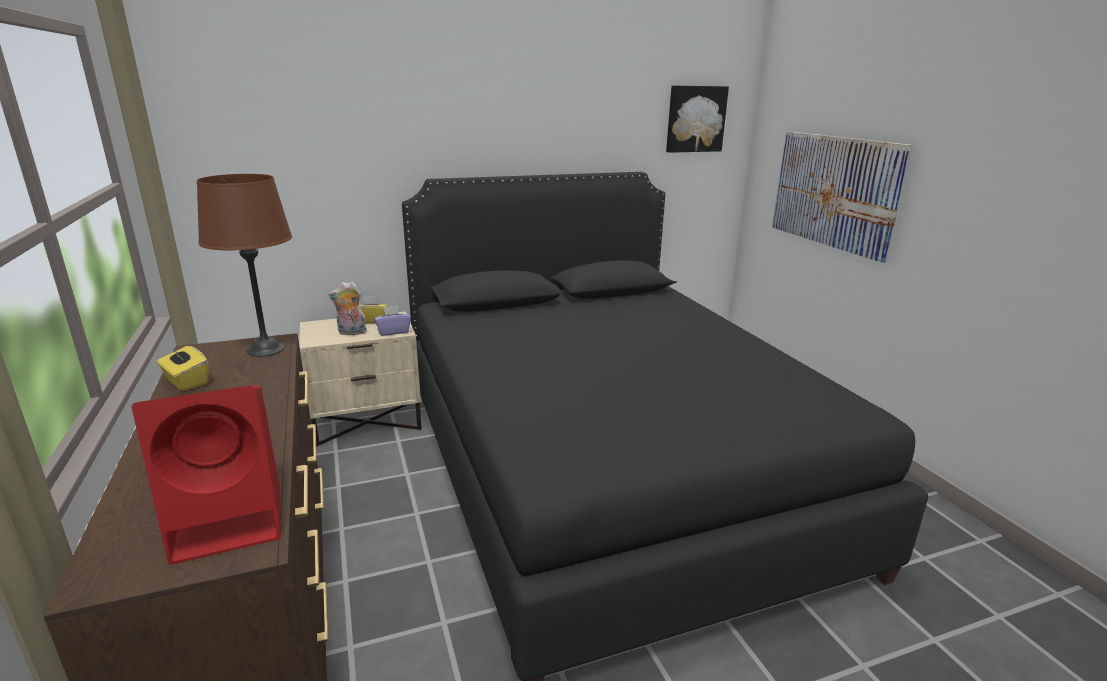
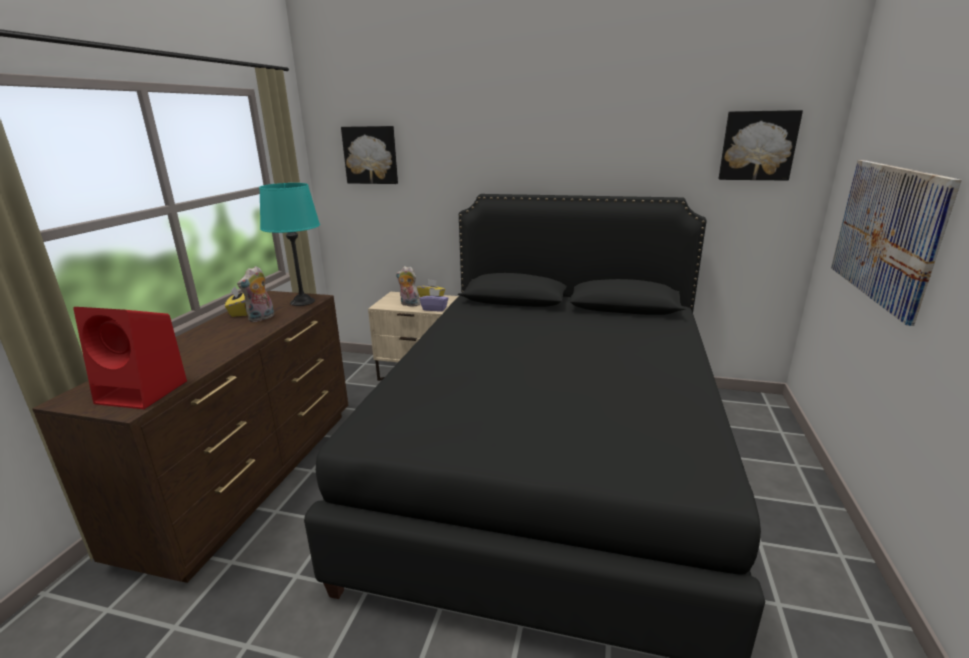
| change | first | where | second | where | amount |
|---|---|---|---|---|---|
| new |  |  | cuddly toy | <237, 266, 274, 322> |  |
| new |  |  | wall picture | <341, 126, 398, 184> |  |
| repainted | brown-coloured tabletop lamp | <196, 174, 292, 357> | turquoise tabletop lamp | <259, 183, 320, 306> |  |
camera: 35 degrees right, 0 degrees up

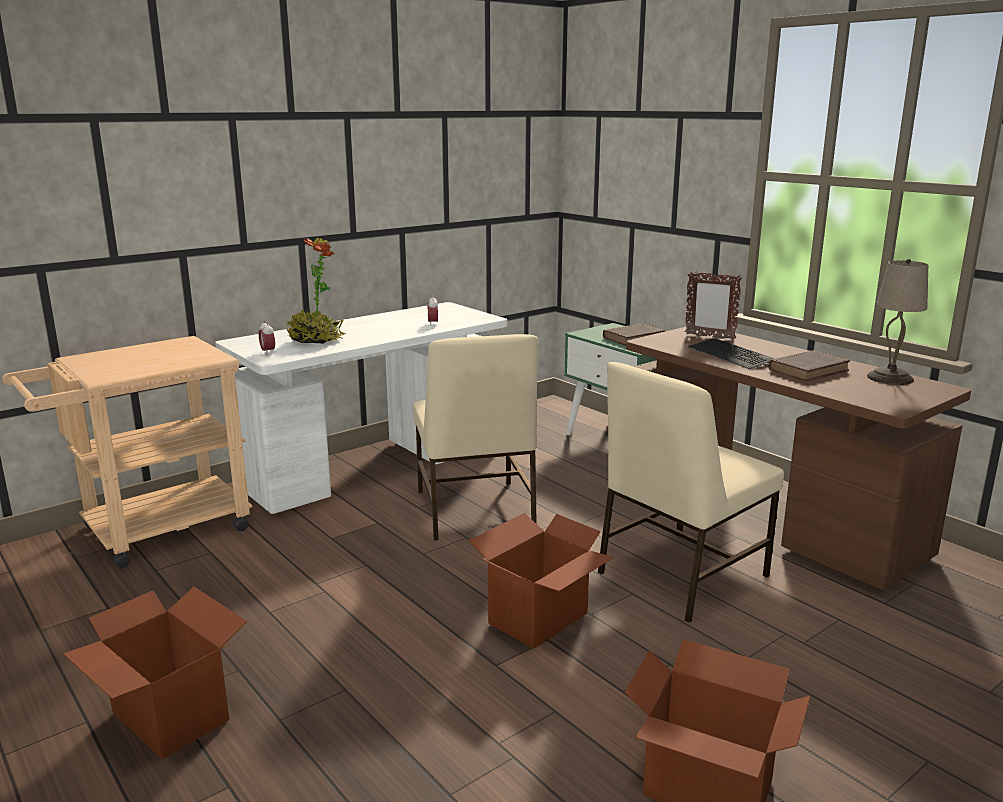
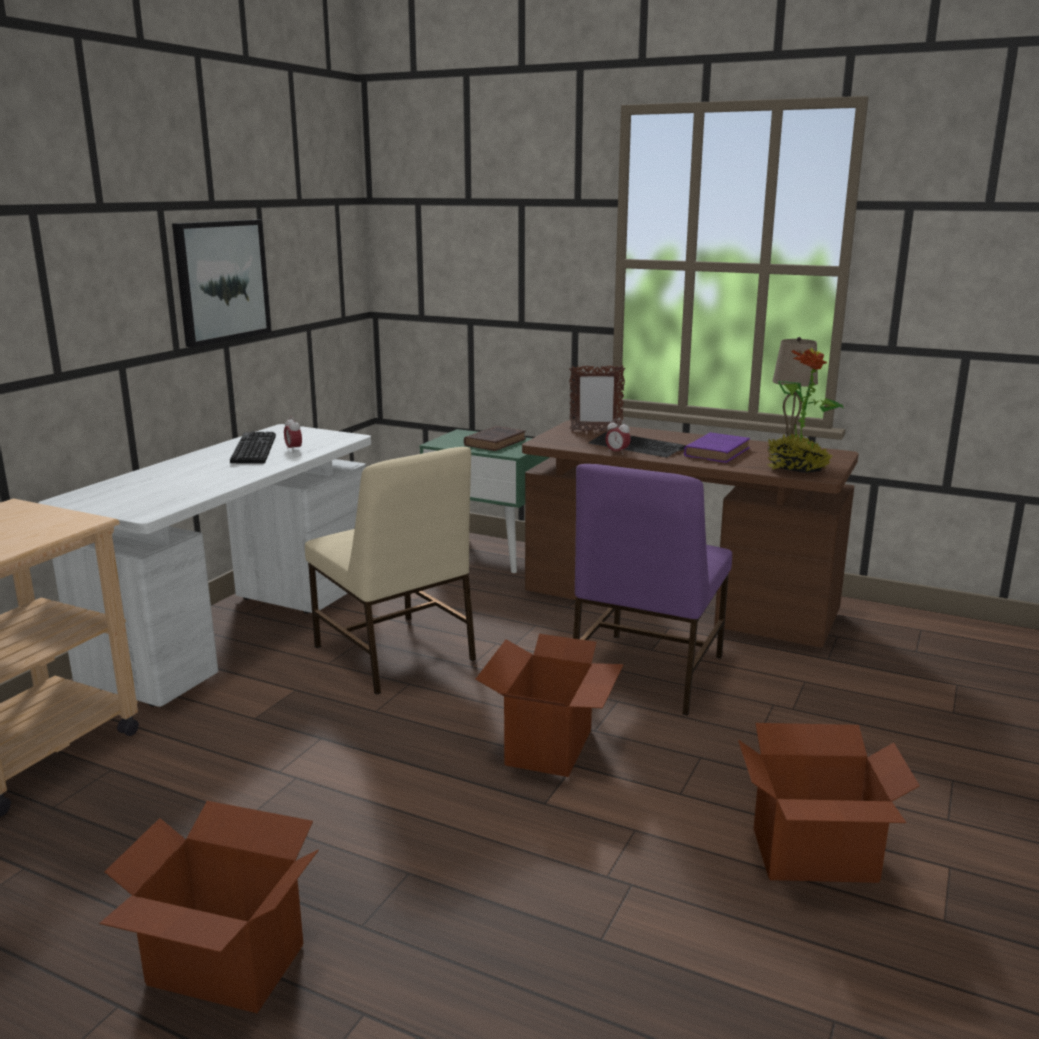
| change | first | where | second | where | amount |
|---|---|---|---|---|---|
| new |  |  | wall picture | <172, 220, 271, 347> |  |
| new |  |  | keyboard | <230, 432, 276, 464> |  |
| shifted | alarm clock | <259, 320, 275, 355> |  | <605, 419, 631, 455> |  |
| shifted | plant in a pot | <286, 237, 346, 344> |  | <766, 348, 844, 473> |  |
| repainted | beige plain chair | <598, 362, 784, 623> | purple-coloured plain chair | <573, 464, 732, 716> |  |
| repainted | brown-coloured bound book | <769, 350, 850, 382> | purple-coloured bound book | <684, 432, 750, 463> |  |
camera: 25 degrees left, 0 degrees up

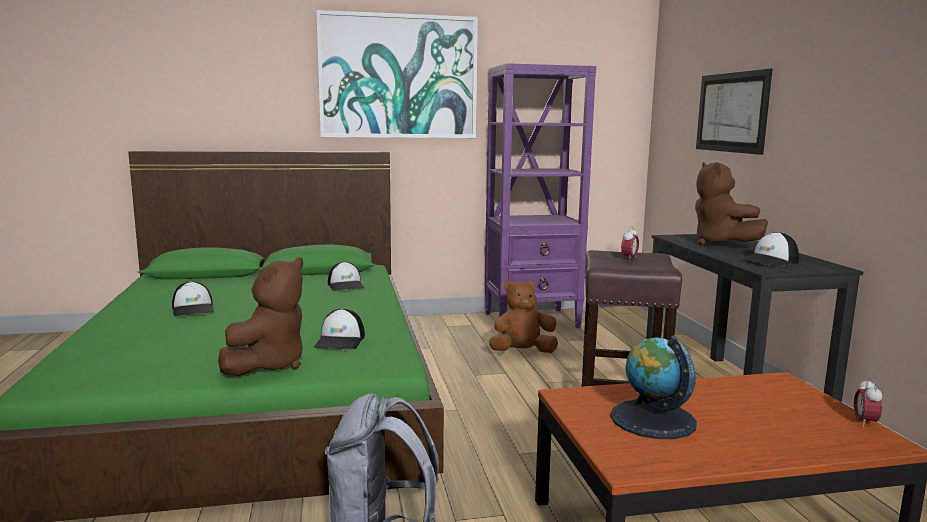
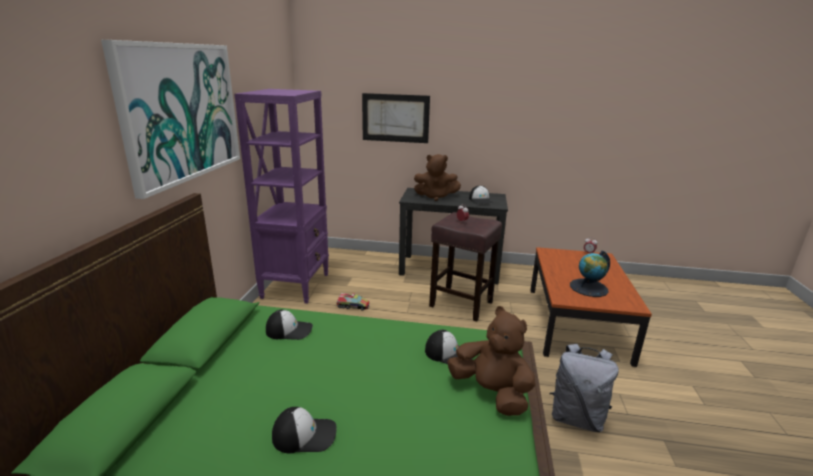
| change | first | where | second | where | amount |
|---|---|---|---|---|---|
| swapped | brown-coloured cuddly toy | <489, 280, 558, 353> | model truck | <337, 293, 370, 311> |  |
camera: 70 degrees left, 10 degrees up

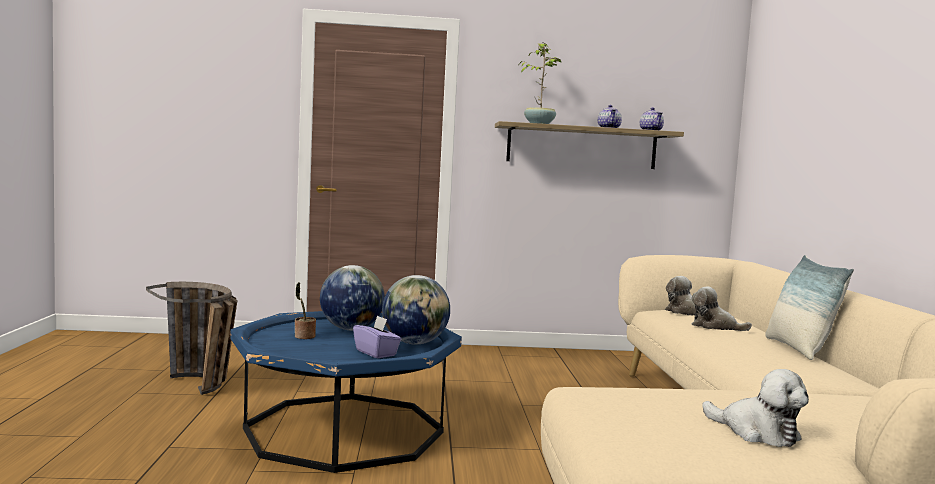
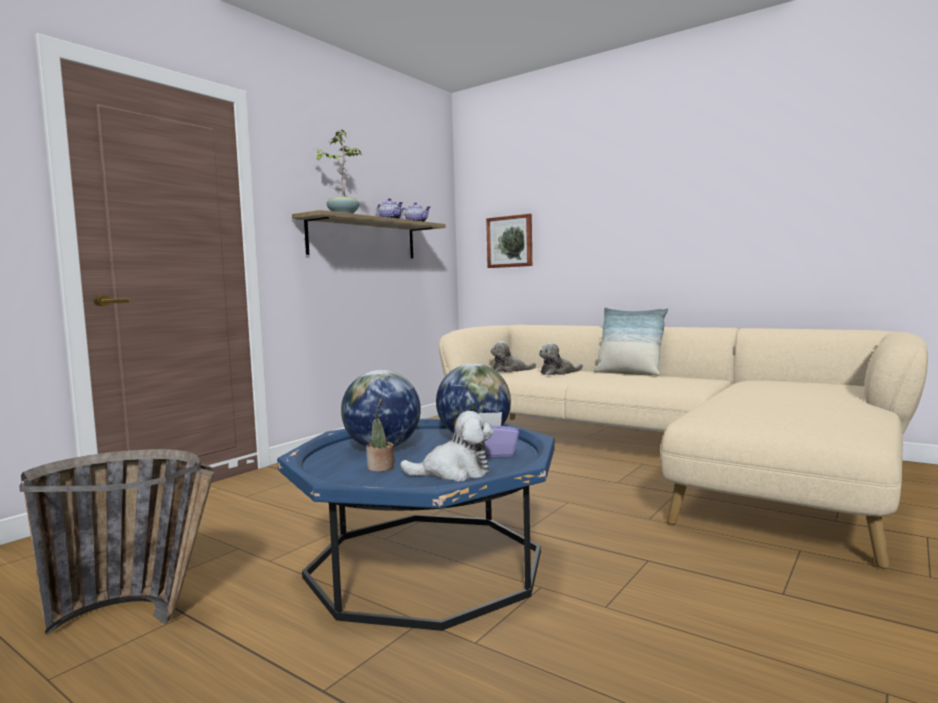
| change | first | where | second | where | amount |
|---|---|---|---|---|---|
| new |  |  | wall picture | <486, 214, 532, 268> |  |
| shifted | cuddly toy | <702, 369, 809, 447> |  | <400, 411, 494, 482> |  |
camera: 50 degrees left, 0 degrees up

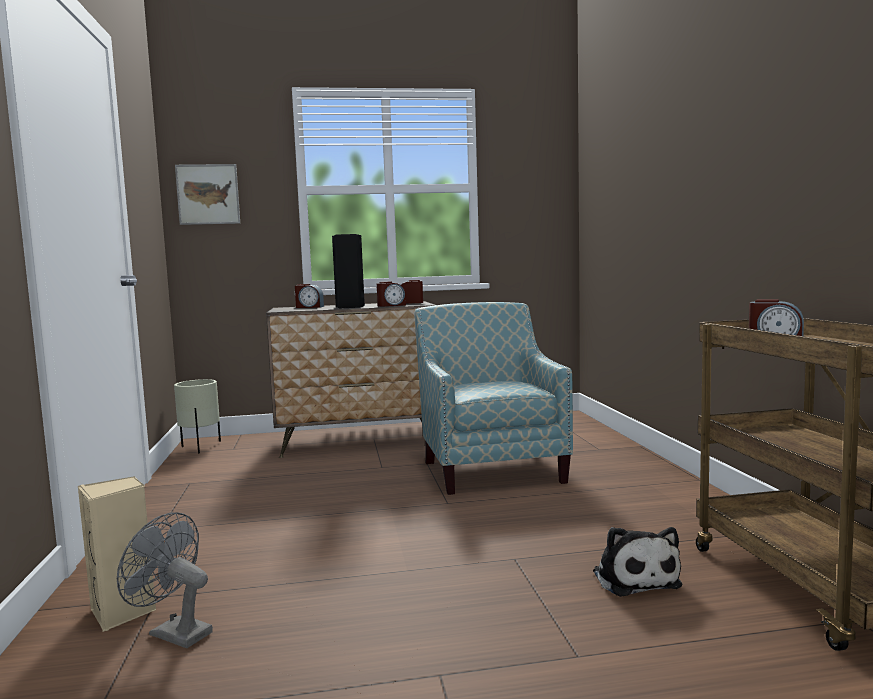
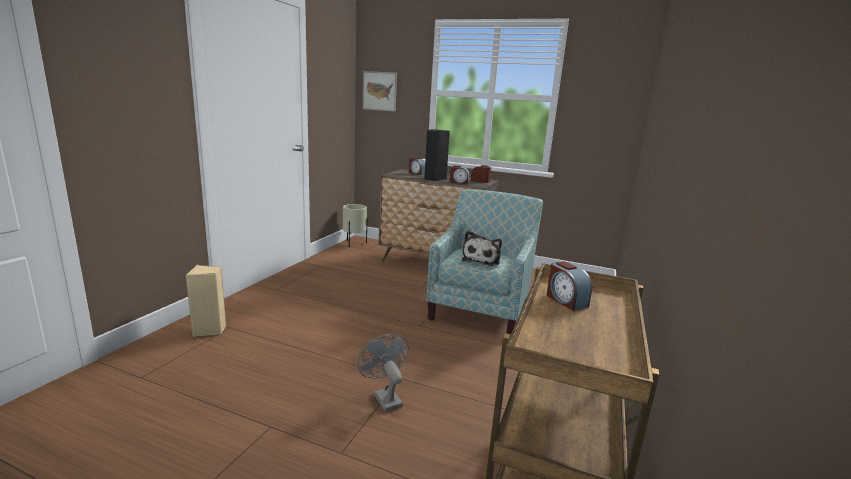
| change | first | where | second | where | amount |
|---|---|---|---|---|---|
| shifted | greyish fan | <117, 512, 213, 648> |  | <357, 334, 409, 412> |  |
| shifted | cuddly toy | <593, 527, 683, 597> |  | <462, 231, 502, 266> |  |
camera: 30 degrees right, 10 degrees up

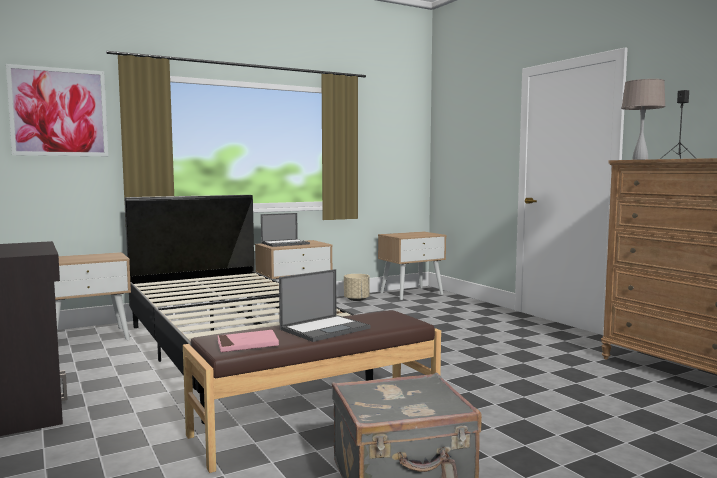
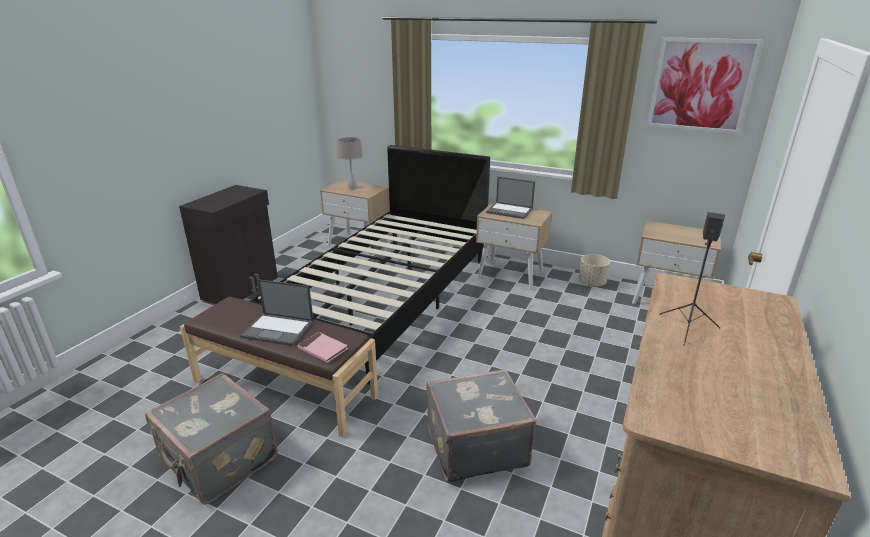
| change | first | where | second | where | amount |
|---|---|---|---|---|---|
| new |  |  | greyish suitcase | <426, 369, 537, 483> |  |
| shifted | wall picture | <6, 64, 108, 156> |  | <647, 37, 763, 134> |  |
| shifted | pink-coloured bound book | <217, 330, 279, 352> |  | <297, 332, 348, 363> |  |
| shifted | beige tabletop lamp | <621, 79, 666, 160> |  | <337, 137, 363, 189> |  |
camera: 55 degrees right, 20 degrees up

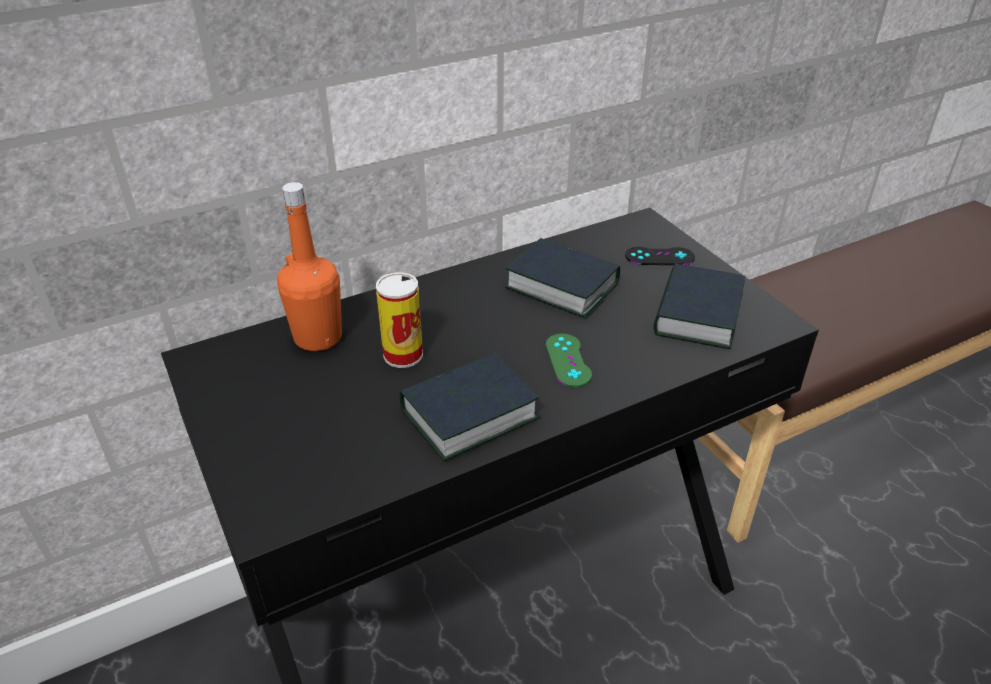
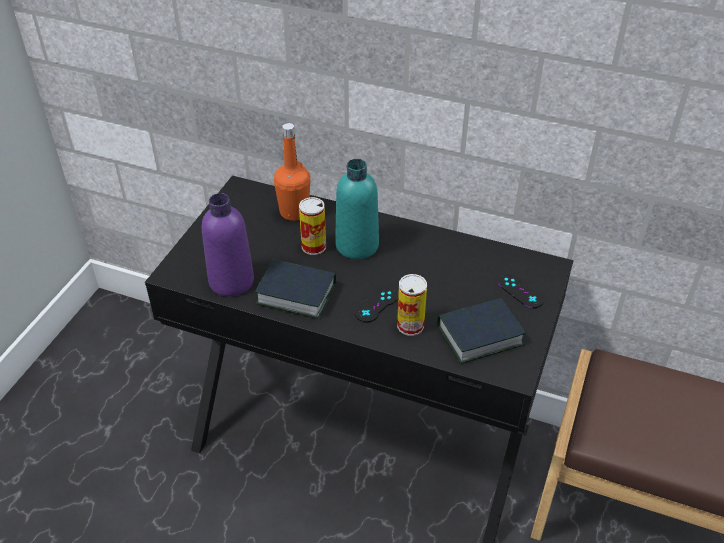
| change | first | where | second | where | amount |
|---|---|---|---|---|---|
| gone | bound book | <505, 238, 620, 319> |  |  |  |
| new |  |  | purple-coloured beverage bottle | <202, 193, 254, 297> |  |
| new |  |  | turquoise beverage bottle | <335, 159, 379, 259> |  |
| new |  |  | metal can | <397, 274, 427, 336> |  |
| repainted | green-coloured gamepad | <546, 334, 592, 387> | black-coloured gamepad | <355, 288, 398, 322> |  |
camera: 50 degrees right, 5 degrees up

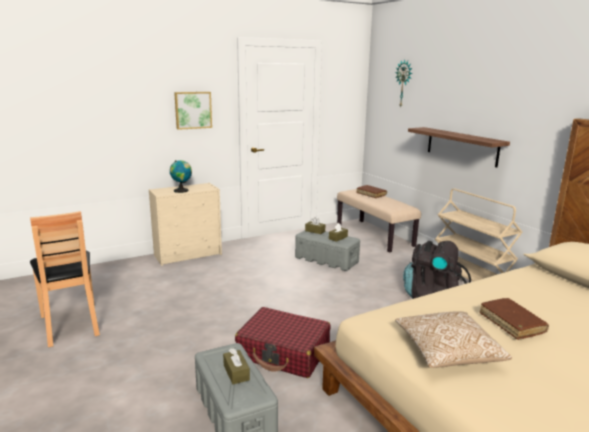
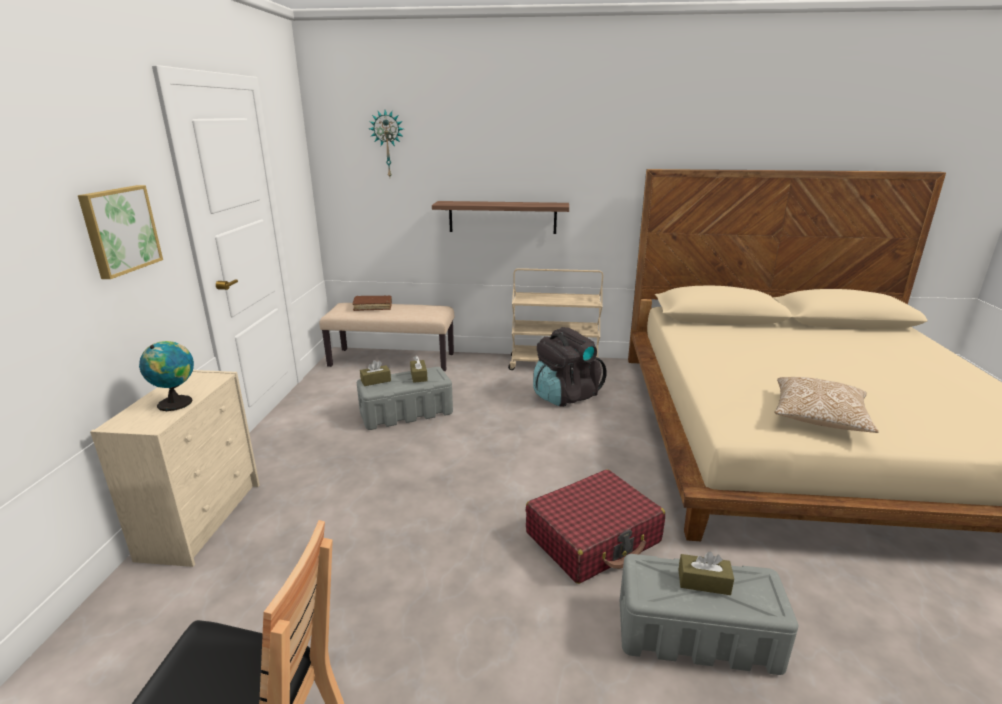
| change | first | where | second | where | amount |
|---|---|---|---|---|---|
| gone | brown-coloured bound book | <480, 298, 549, 340> |  |  |  |
camera: 55 degrees left, 5 degrees up

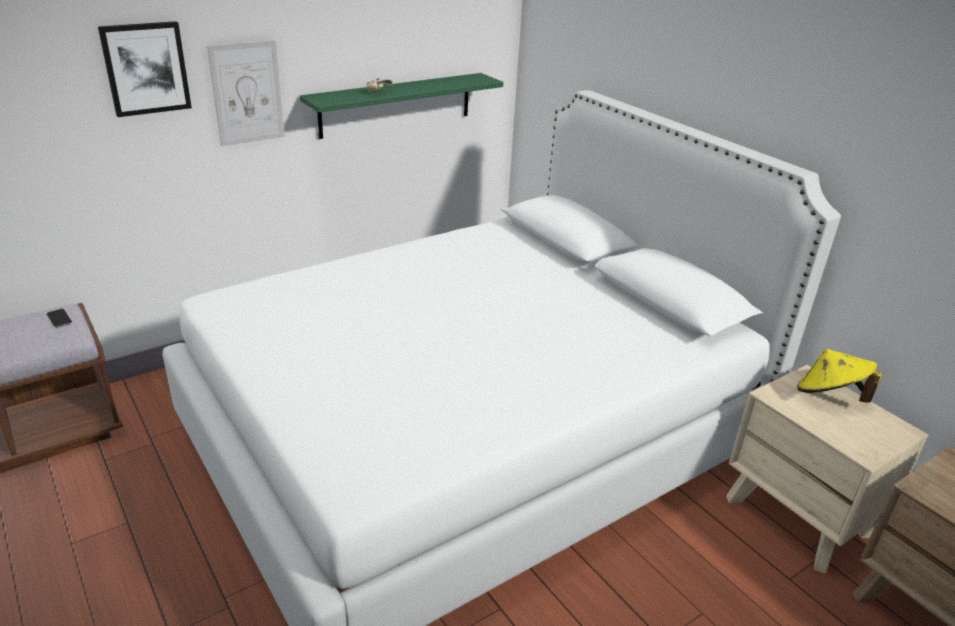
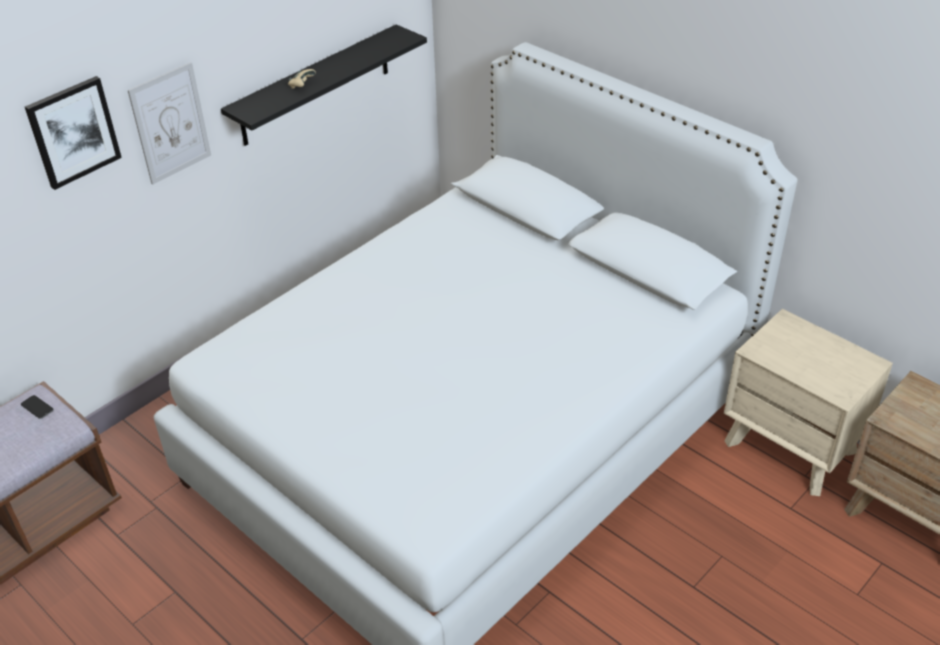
| change | first | where | second | where | amount |
|---|---|---|---|---|---|
| gone | yellow-coloured hat | <797, 349, 882, 403> |  |  |  |
| repainted | green-coloured wall shelf | <300, 73, 503, 139> | black-coloured wall shelf | <221, 24, 427, 146> |  |
camera: 10 degrees left, 10 degrees up

